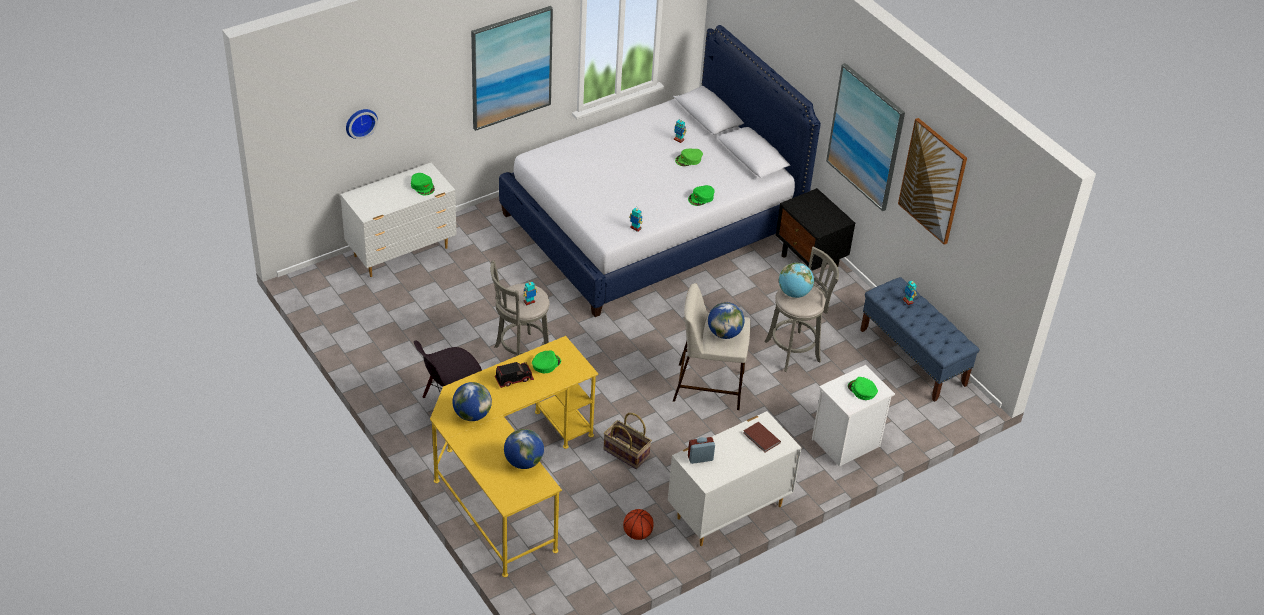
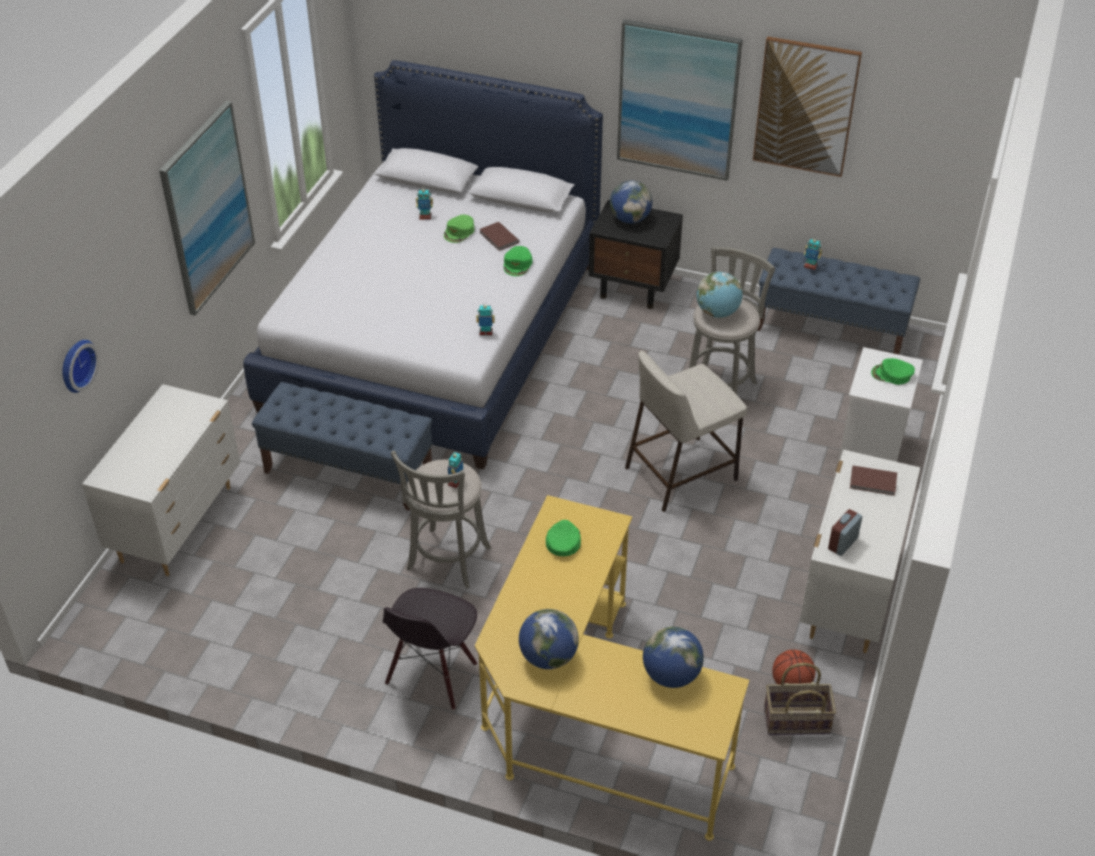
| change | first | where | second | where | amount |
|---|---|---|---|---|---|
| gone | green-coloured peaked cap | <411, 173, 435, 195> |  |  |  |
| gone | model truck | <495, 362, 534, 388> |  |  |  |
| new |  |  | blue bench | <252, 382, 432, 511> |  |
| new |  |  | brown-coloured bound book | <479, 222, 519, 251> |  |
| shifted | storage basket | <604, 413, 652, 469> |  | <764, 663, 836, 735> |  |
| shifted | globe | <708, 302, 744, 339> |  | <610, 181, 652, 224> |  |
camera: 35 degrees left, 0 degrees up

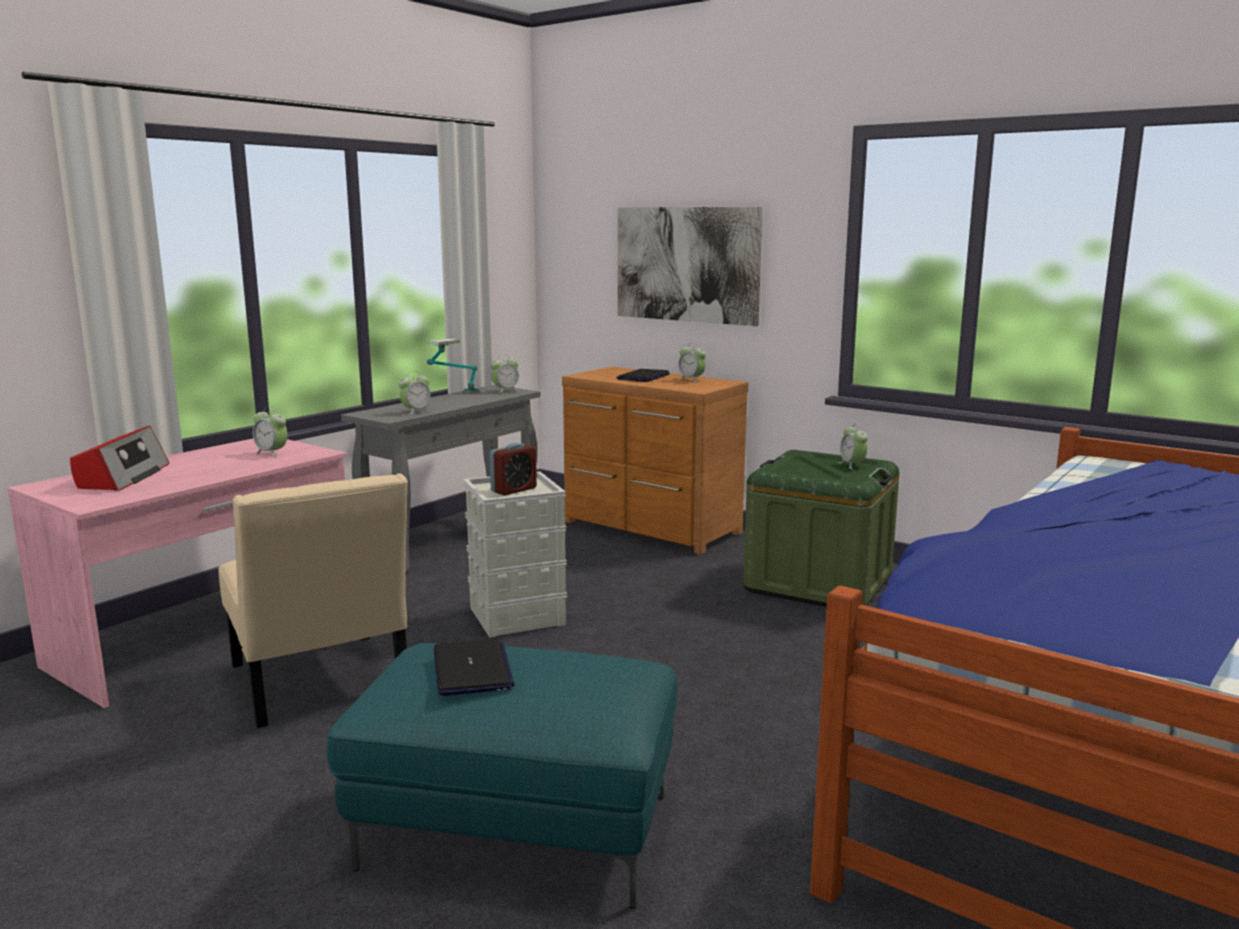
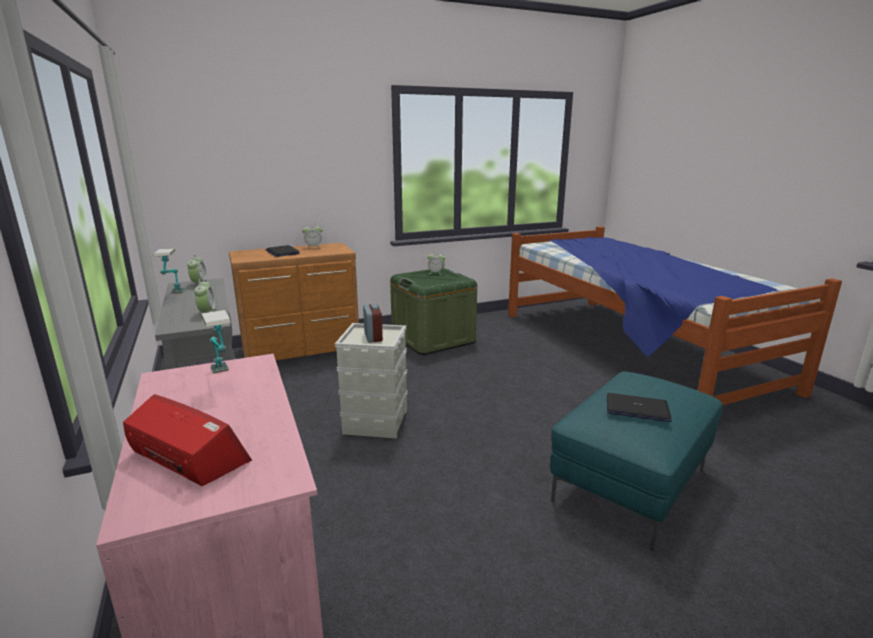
| change | first | where | second | where | amount |
|---|---|---|---|---|---|
| gone | beige plain chair | <218, 473, 408, 728> |  |  |  |
| gone | wall picture | <618, 207, 763, 326> |  |  |  |
| swapped | alarm clock | <253, 407, 288, 457> | tabletop lamp | <201, 310, 231, 374> |  |
camera: 60 degrees left, 5 degrees up

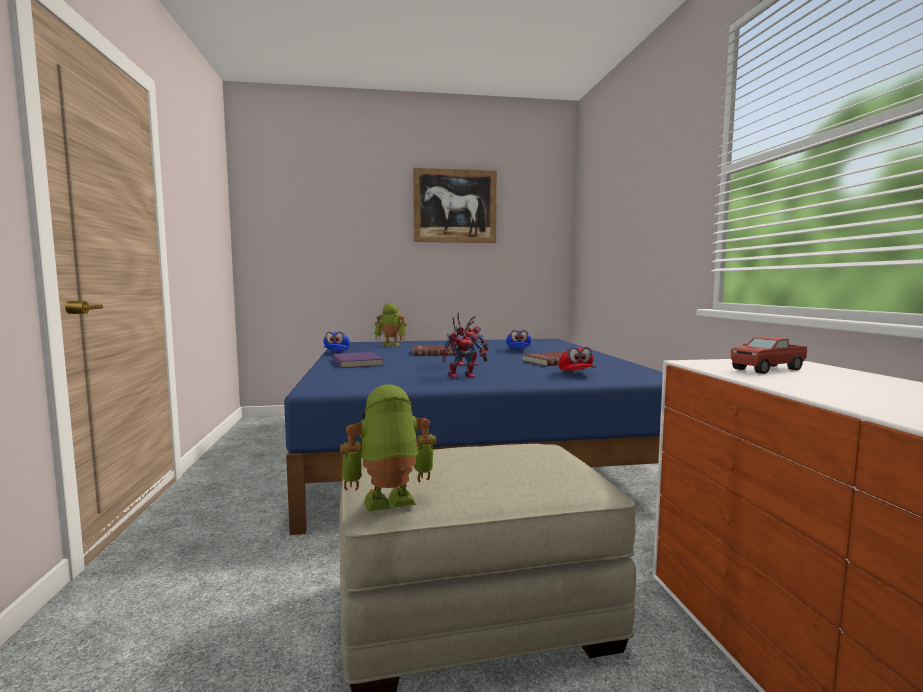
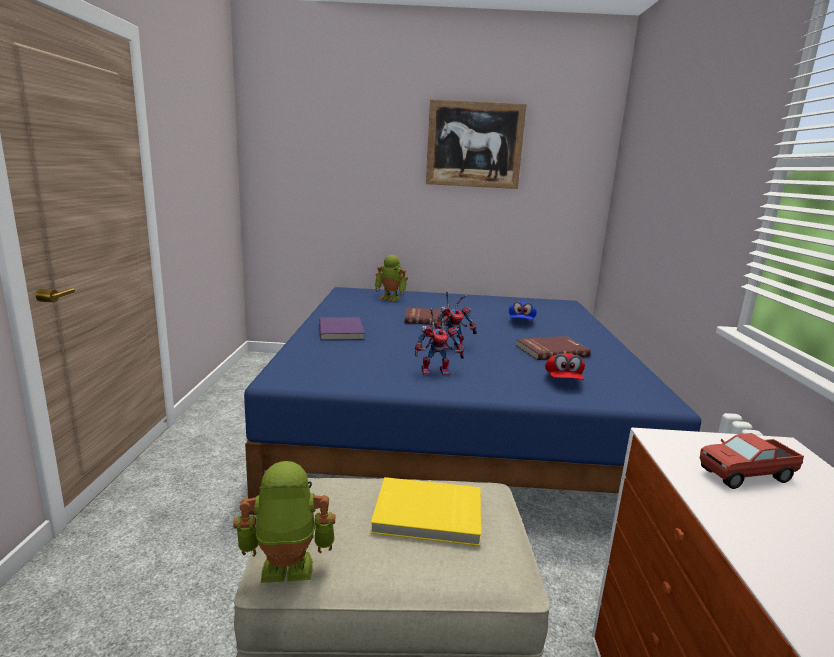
| change | first | where | second | where | amount |
|---|---|---|---|---|---|
| gone | blue peaked cap | <323, 331, 350, 351> |  |  |  |
| new |  |  | yellow-coloured bound book | <370, 477, 481, 546> |  |
camera: 10 degrees right, 10 degrees up

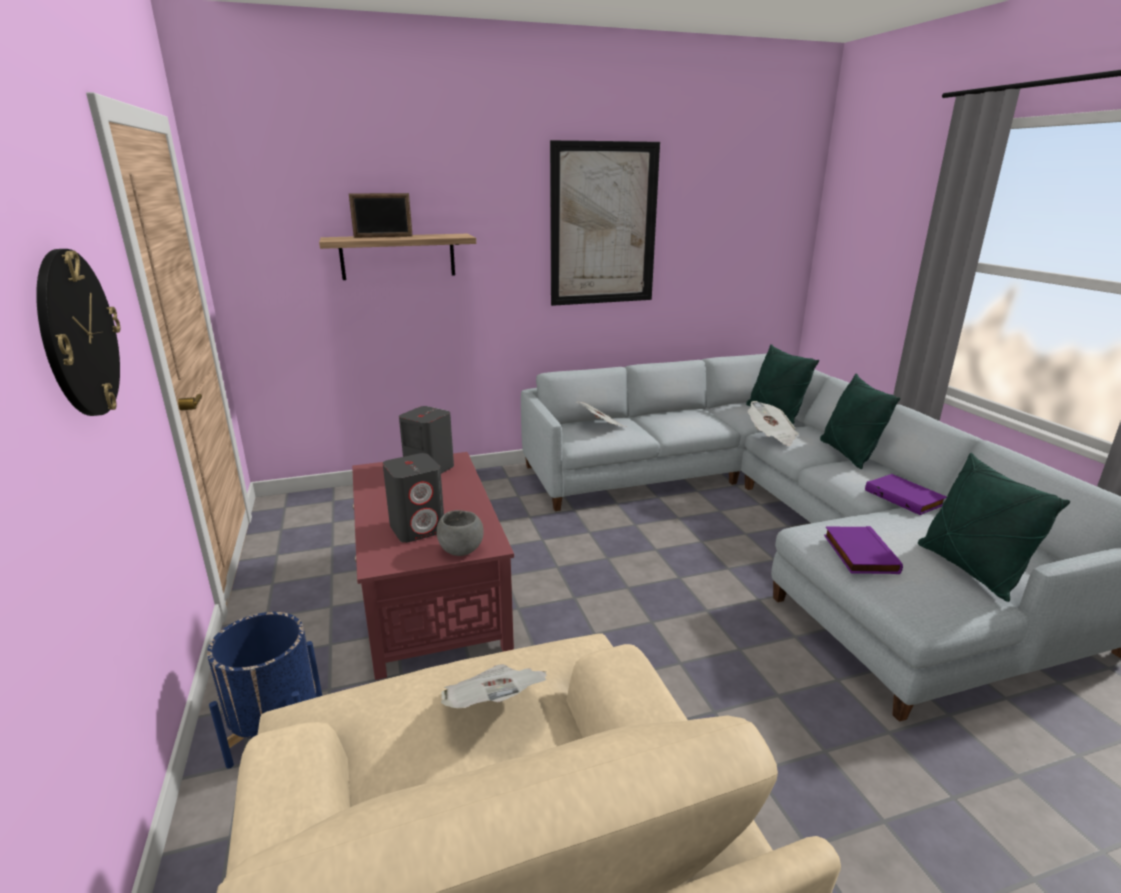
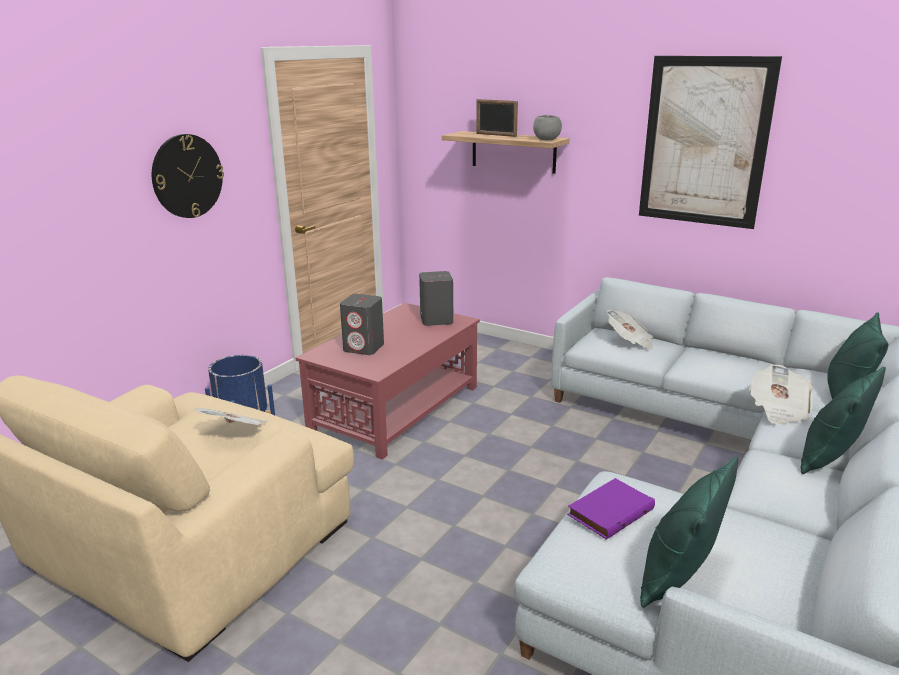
| change | first | where | second | where | amount |
|---|---|---|---|---|---|
| gone | purple-coloured bound book | <865, 474, 947, 515> |  |  |  |
| shifted | greyish deep dish | <437, 510, 484, 556> |  | <533, 115, 562, 140> |  |
camera: 50 degrees right, 0 degrees up

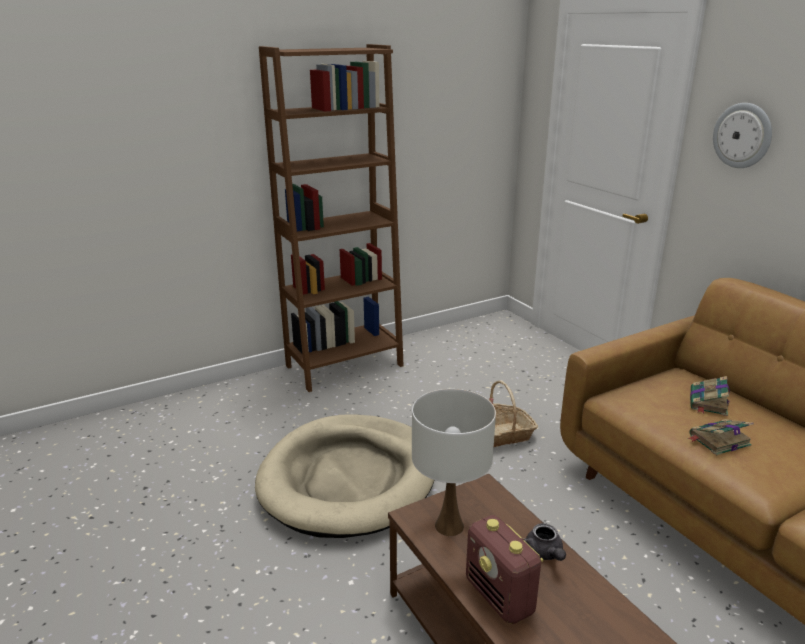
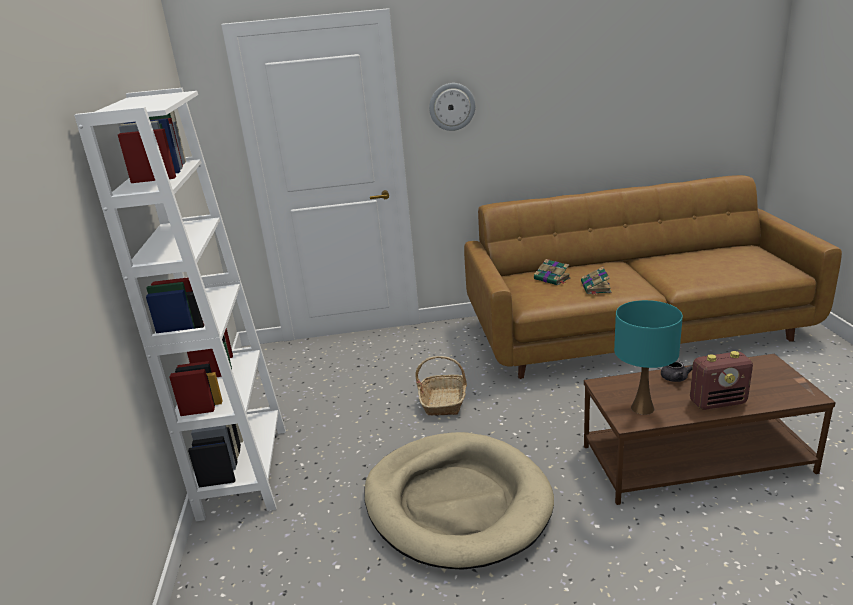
| change | first | where | second | where | amount |
|---|---|---|---|---|---|
| repainted | brown-coloured bookcase | <259, 44, 404, 392> | white-coloured bookcase | <74, 88, 286, 521> |  |
| repainted | white-coloured tabletop lamp | <412, 389, 496, 536> | turquoise tabletop lamp | <614, 300, 683, 415> |  |
camera: 65 degrees left, 0 degrees up

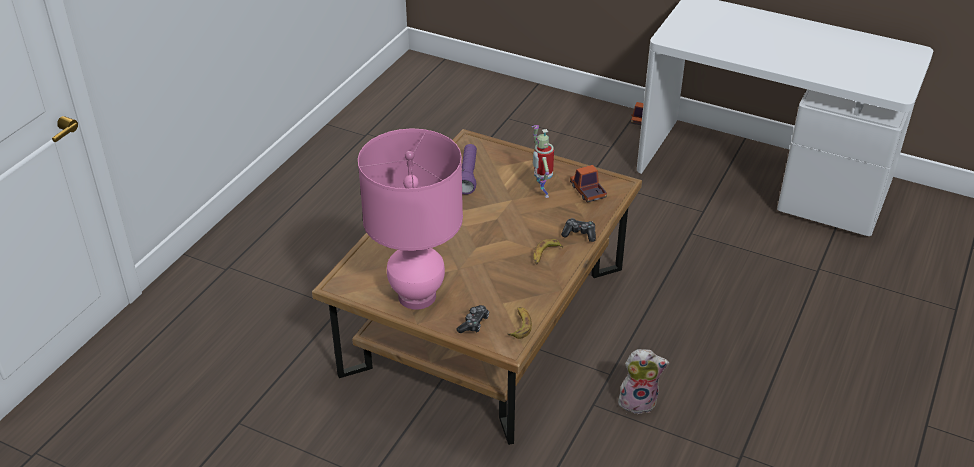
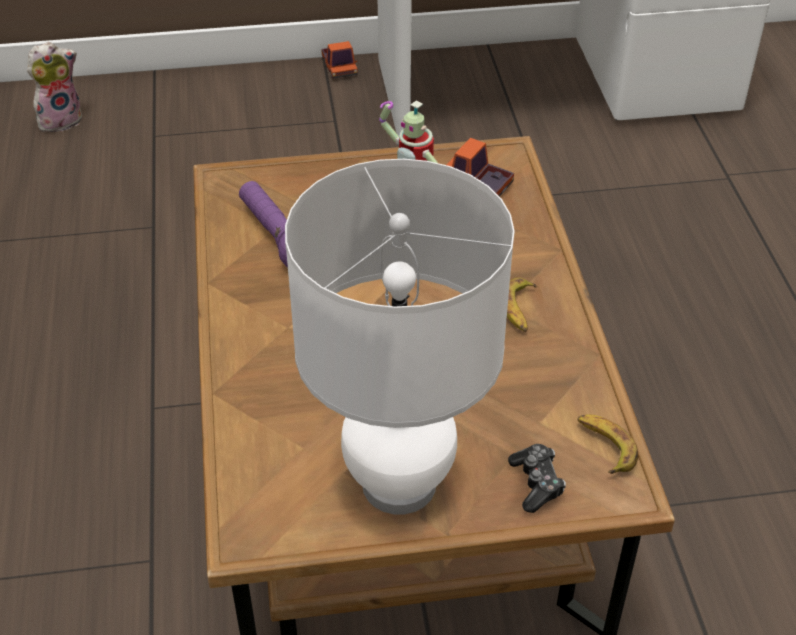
| change | first | where | second | where | amount |
|---|---|---|---|---|---|
| gone | gamepad | <561, 218, 596, 242> |  |  |  |
| shifted | cuddly toy | <617, 349, 669, 414> |  | <27, 42, 82, 132> |  |
| repainted | pink-coloured tabletop lamp | <358, 128, 463, 310> | white-coloured tabletop lamp | <285, 159, 515, 514> |  |
camera: 35 degrees left, 5 degrees up

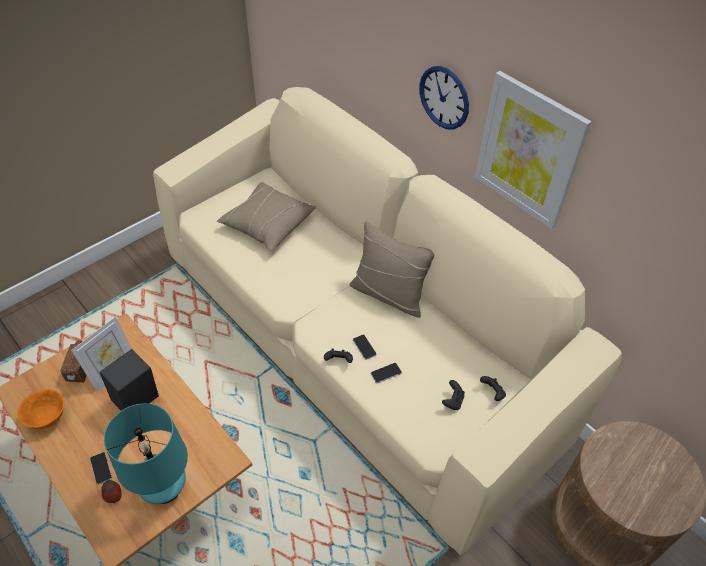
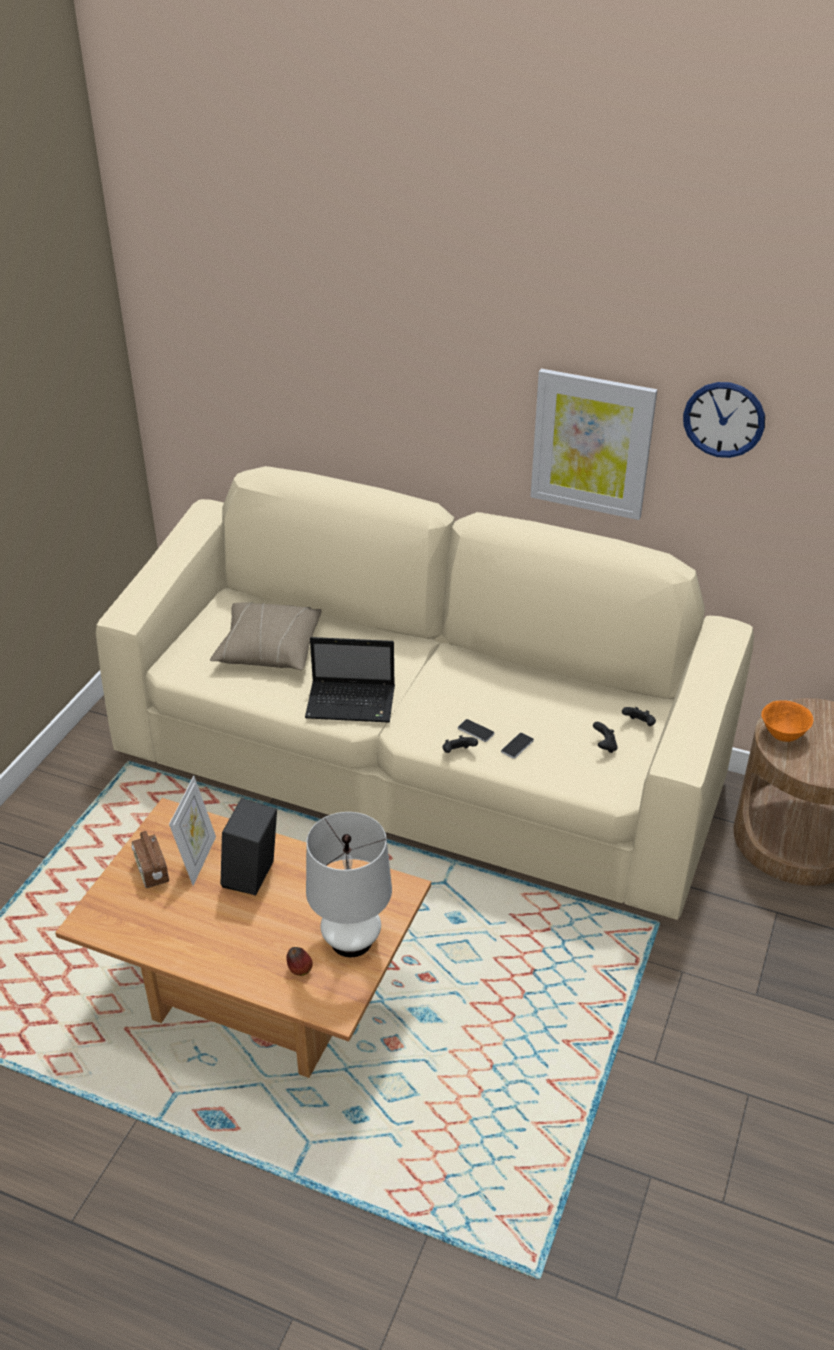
| change | first | where | second | where | amount |
|---|---|---|---|---|---|
| gone | handset | <90, 452, 112, 485> |  |  |  |
| gone | beige throw pillow | <349, 221, 434, 318> |  |  |  |
| new |  |  | portable computer | <305, 637, 395, 723> |  |
| shifted | orangey deep dish | <17, 389, 64, 429> |  | <761, 700, 813, 742> |  |
| shifted | clock on the wall | <419, 66, 469, 130> |  | <683, 382, 765, 458> |  |
| repainted | turquoise tabletop lamp | <104, 403, 188, 504> | white-coloured tabletop lamp | <306, 812, 392, 957> |  |
camera: 25 degrees left, 10 degrees down

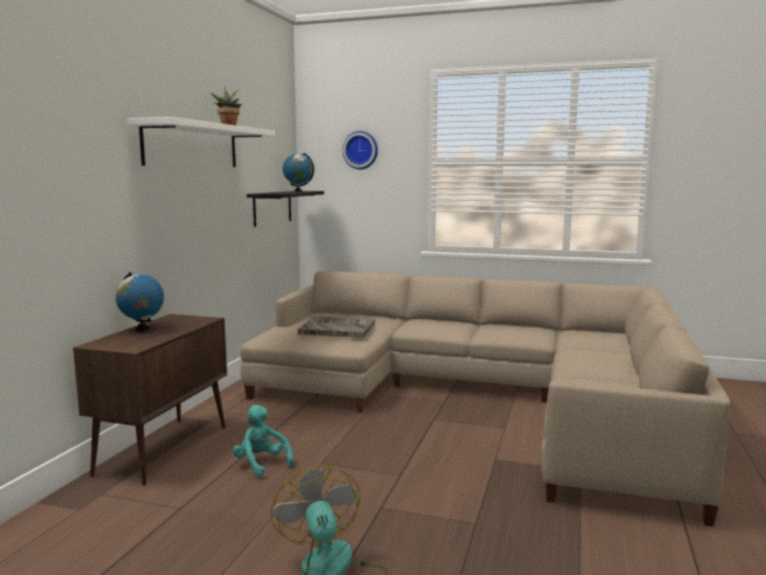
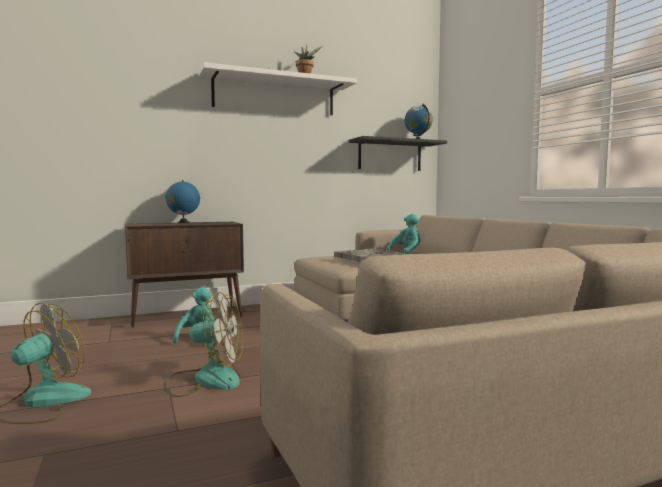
| change | first | where | second | where | amount |
|---|---|---|---|---|---|
| gone | clock on the wall | <342, 131, 378, 169> |  |  |  |
| new |  |  | fan | <164, 292, 243, 397> |  |
| new |  |  | turquoise cuddly toy | <386, 214, 420, 254> |  |
camera: 50 degrees right, 5 degrees down

